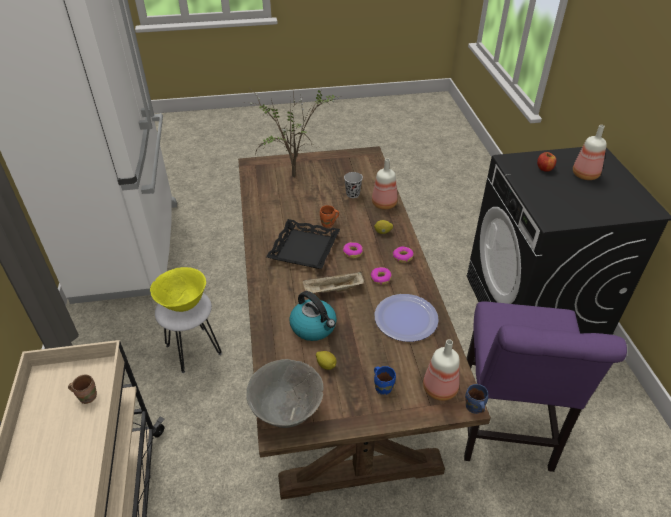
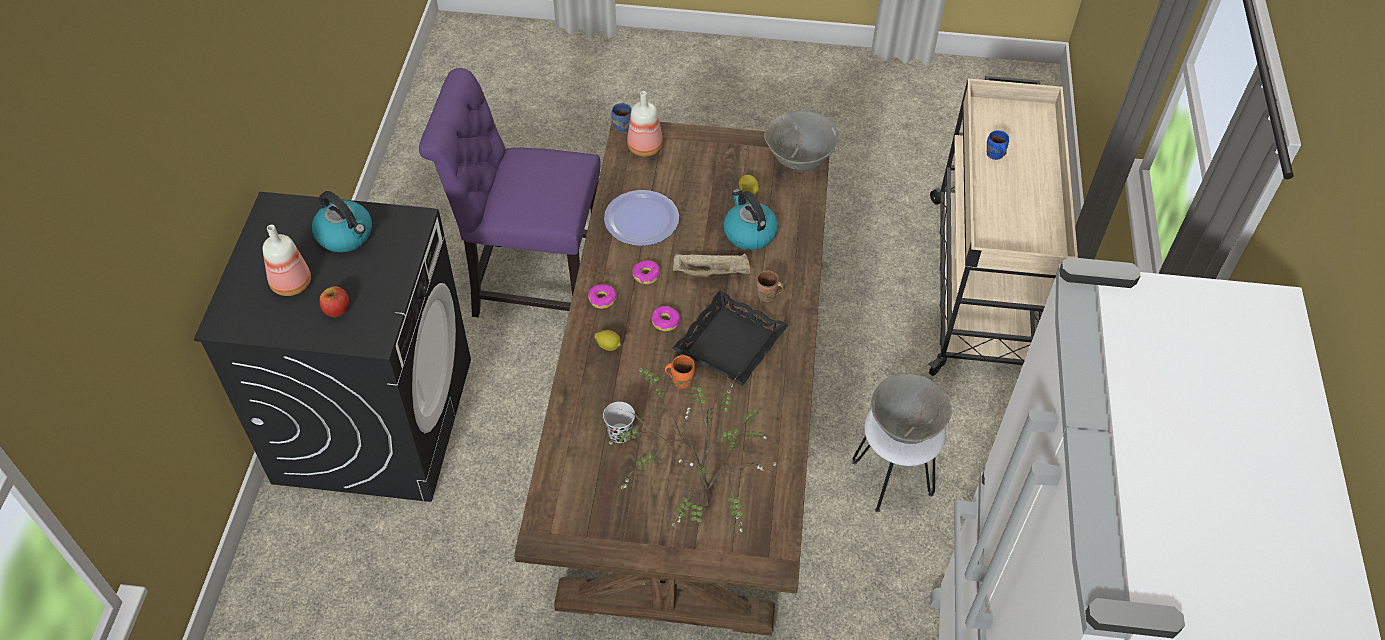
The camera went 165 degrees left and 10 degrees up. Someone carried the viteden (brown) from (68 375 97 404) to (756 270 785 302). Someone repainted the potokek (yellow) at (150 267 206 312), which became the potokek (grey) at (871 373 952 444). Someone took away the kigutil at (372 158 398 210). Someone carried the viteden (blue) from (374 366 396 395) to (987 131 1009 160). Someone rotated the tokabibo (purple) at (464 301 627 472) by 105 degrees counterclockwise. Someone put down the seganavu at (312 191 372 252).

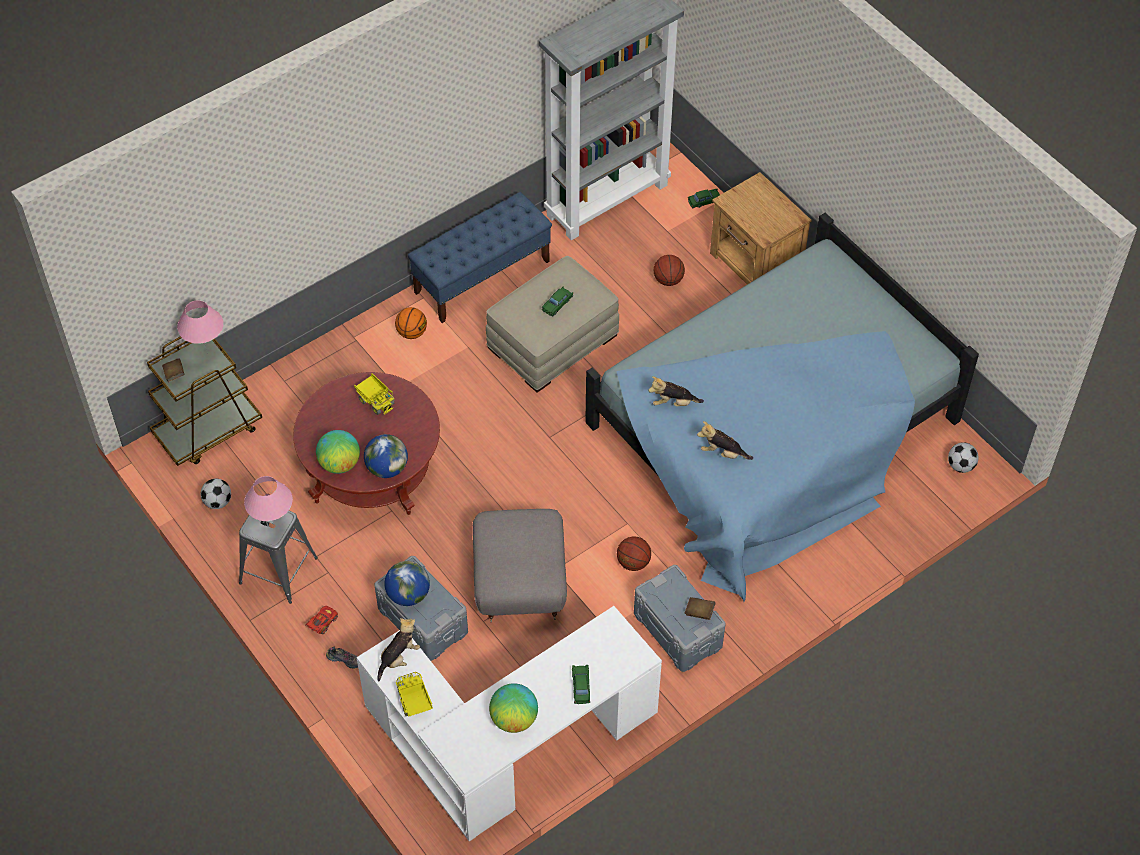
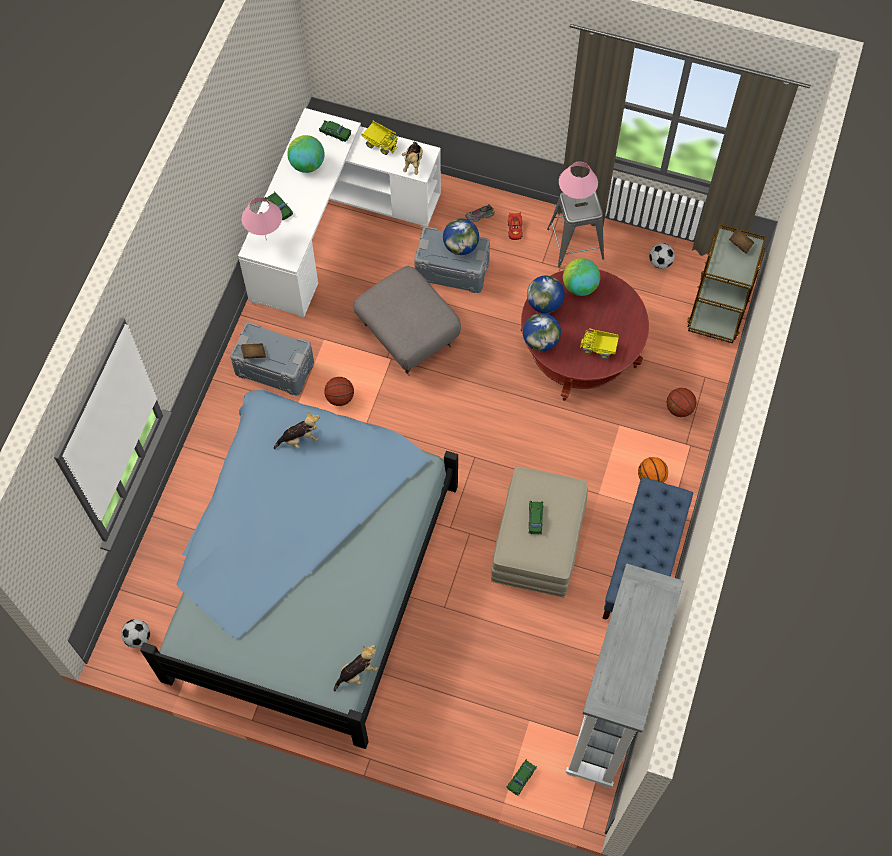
The camera went 145 degrees right and 10 degrees up. Someone carried the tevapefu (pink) from (177 300 224 354) to (242 197 282 241). Someone carried the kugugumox from (648 376 704 406) to (334 645 378 692). Someone carried the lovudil from (654 255 685 286) to (667 388 697 417). Someone took away the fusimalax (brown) at (710 172 812 284). Someone put down the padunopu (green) at (319 120 351 142). Someone put down the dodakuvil at (523 313 561 351).

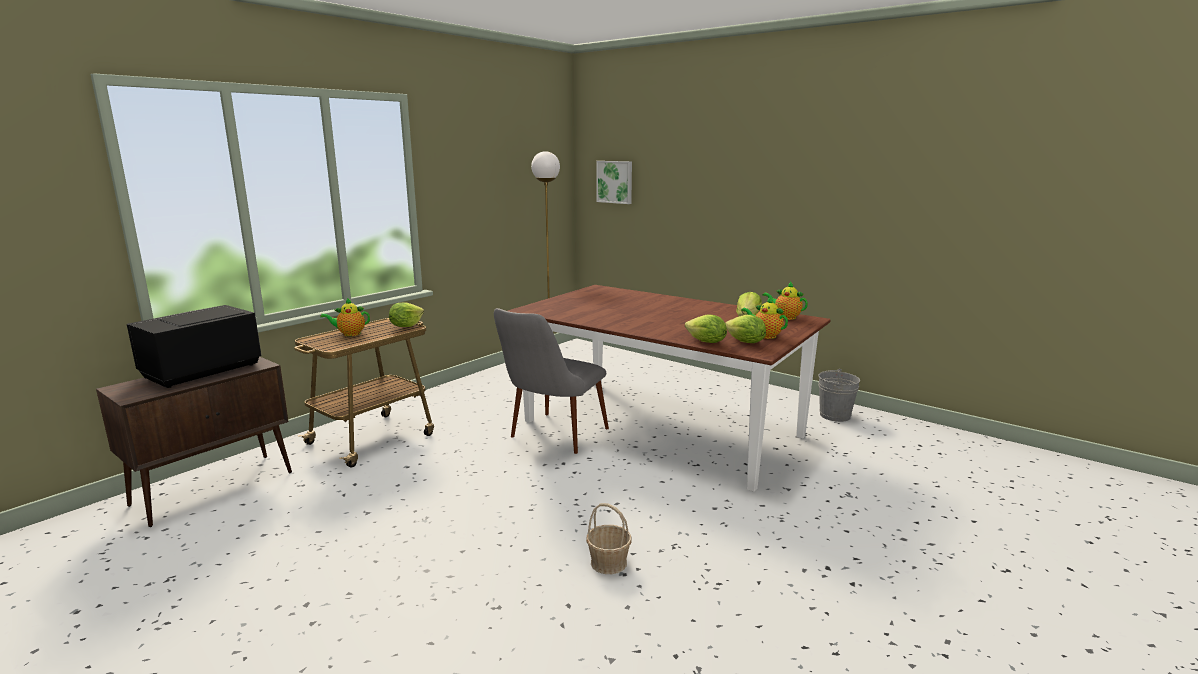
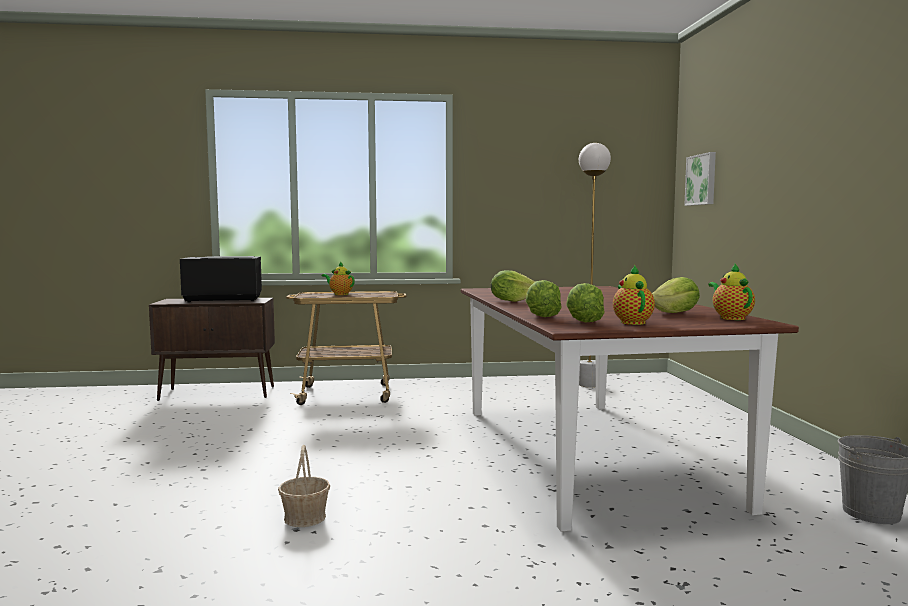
The camera went 45 degrees right and 10 degrees down. Someone carried the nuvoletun from (389 302 424 327) to (491 270 535 302). Someone took away the tokabibo (grey) at (494 308 609 454).

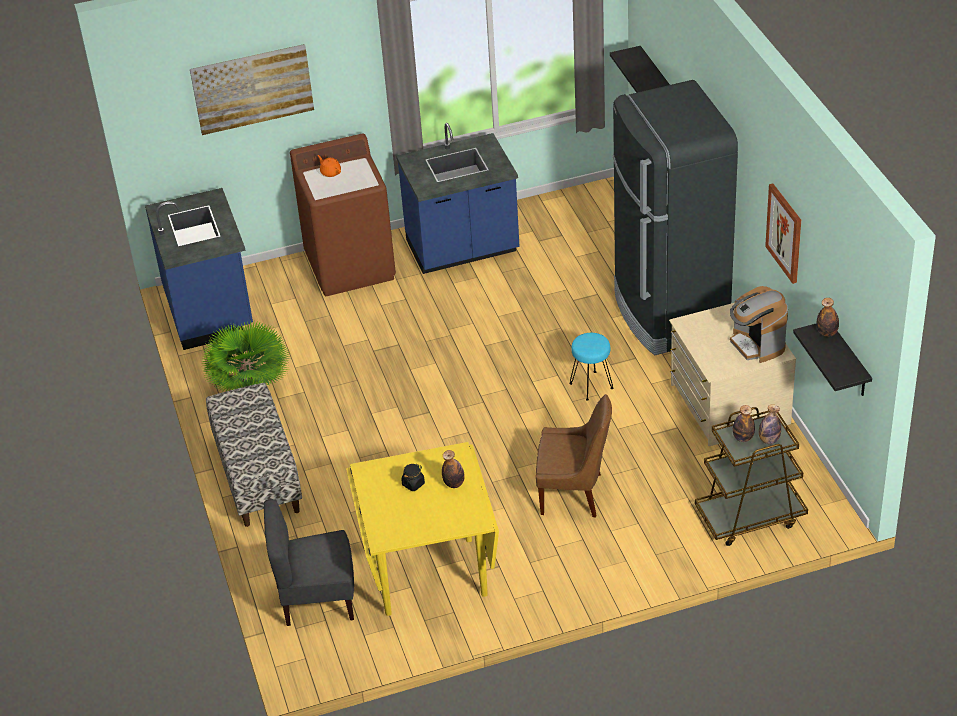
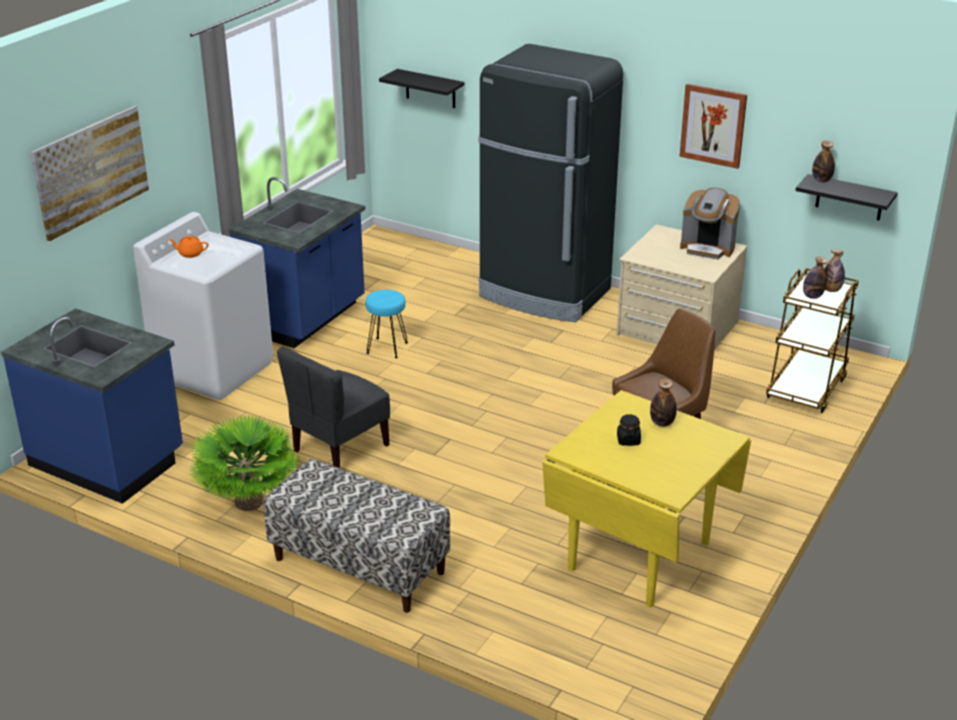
The camera went 45 degrees left and 10 degrees down. Someone carried the tokabibo (grey) from (264 499 354 626) to (277 347 390 468). Someone repainted the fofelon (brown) at (290 134 396 296), which became the fofelon (white) at (133 212 273 400). Someone carried the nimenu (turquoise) from (569 333 613 400) to (365 290 408 358).

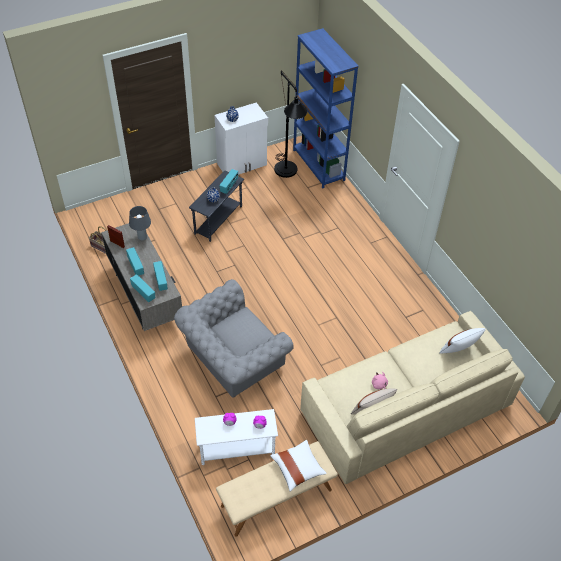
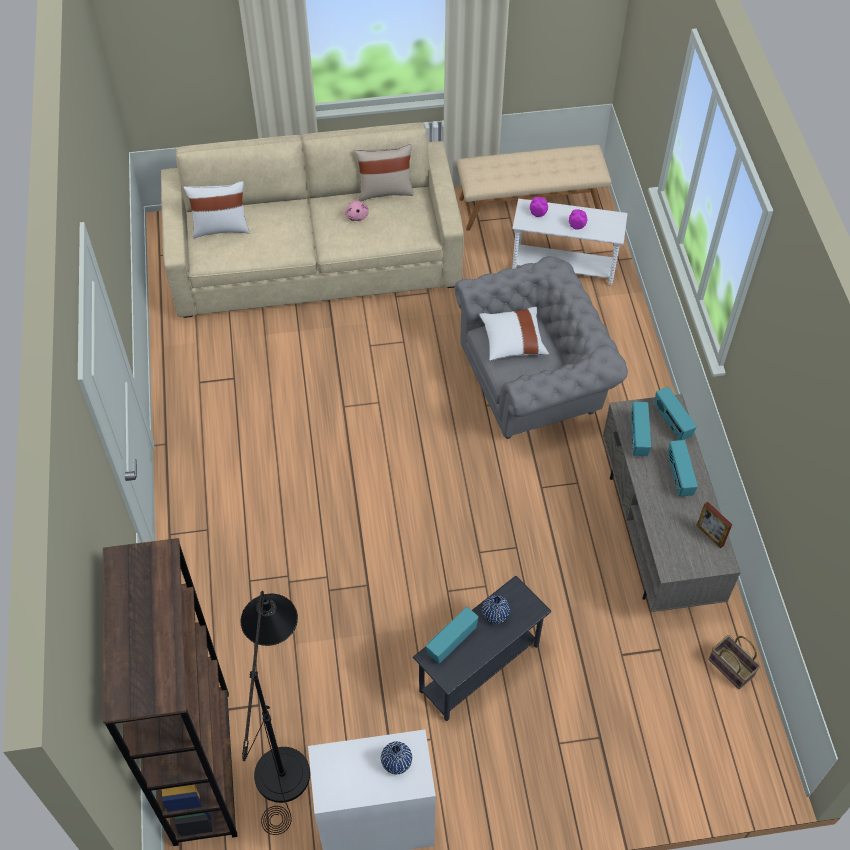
The camera went 160 degrees left and 5 degrees up. Someone took away the tevapefu (grey) at (129 206 151 240). Someone carried the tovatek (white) from (270 440 327 492) to (479 307 549 361). Someone repainted the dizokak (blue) at (293 28 359 188), which became the dizokak (brown) at (103 538 238 846).

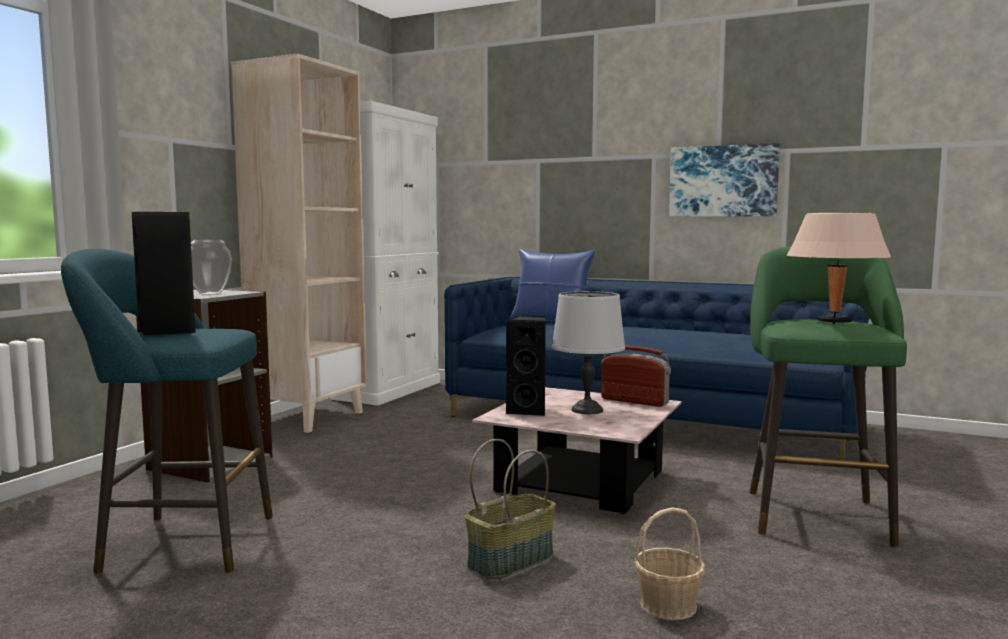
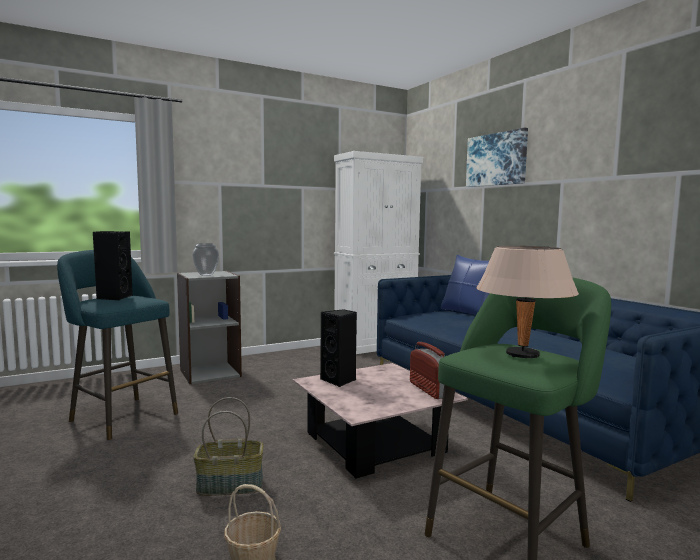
The camera went 35 degrees right and 0 degrees up. Someone took away the dizokak (beige) at (231 53 367 433). Someone took away the tevapefu (grey) at (552 291 625 414). Someone carried the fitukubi from (669 143 780 217) to (466 128 528 187).

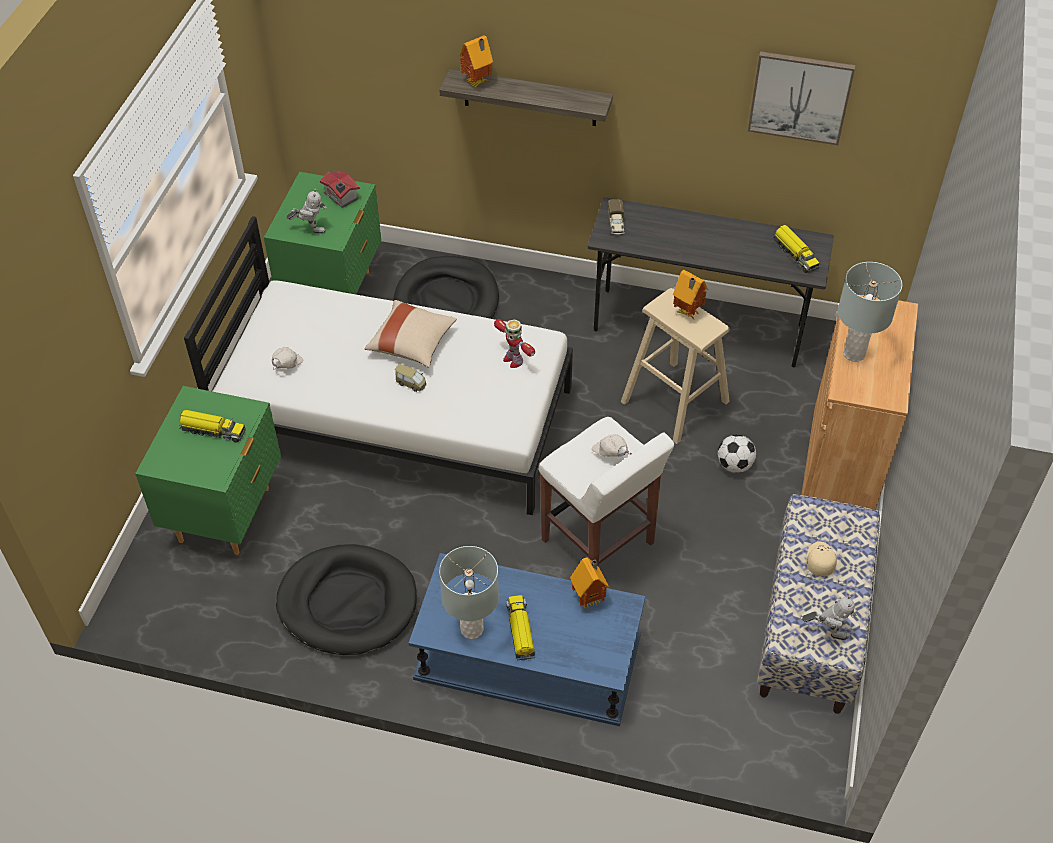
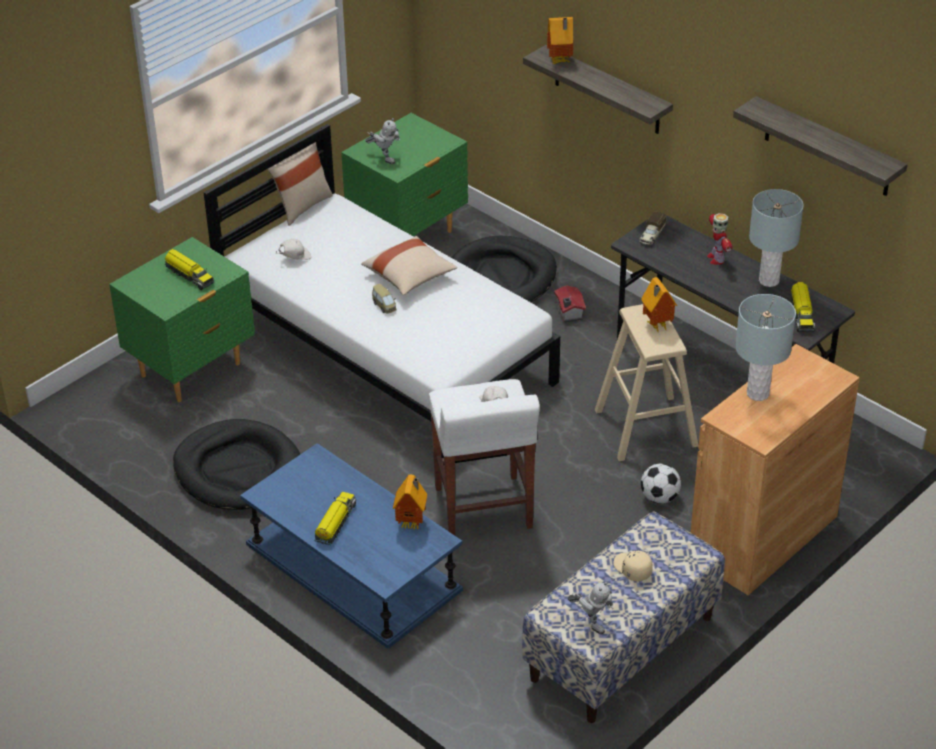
The camera went 30 degrees right and 10 degrees down. Someone carried the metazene from (320 170 360 208) to (554 285 586 322). Someone carried the tevapefu (grey) from (439 546 499 639) to (749 189 804 287). Someone carried the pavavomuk from (494 319 535 368) to (707 213 732 265). Someone swapped the fitukubi at (748 51 856 145) for the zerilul at (733 96 907 196). Someone rotated the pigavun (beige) at (806 541 837 576) by 75 degrees counterclockwise. Someone put down the tovatek (beige) at (267 142 333 226).

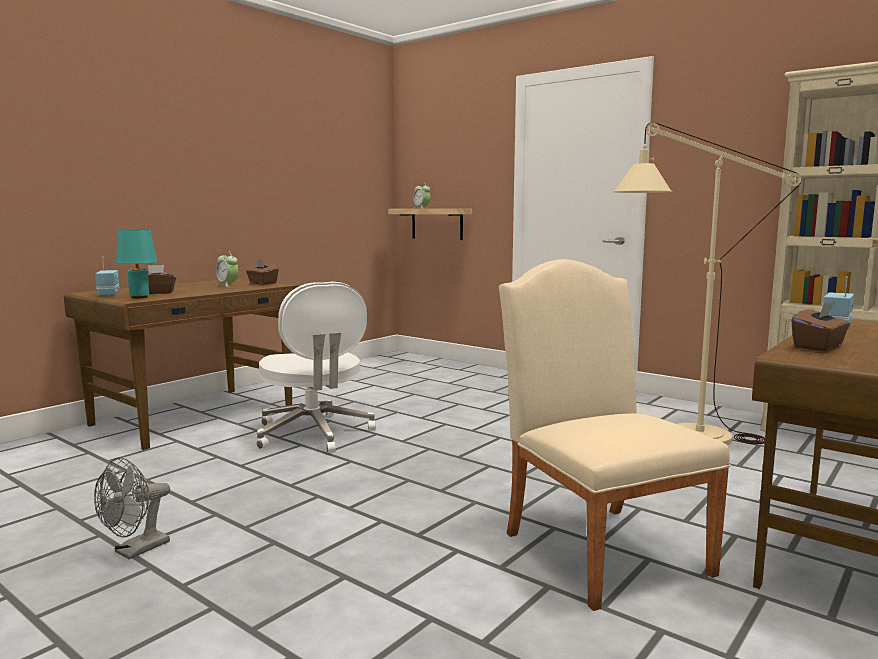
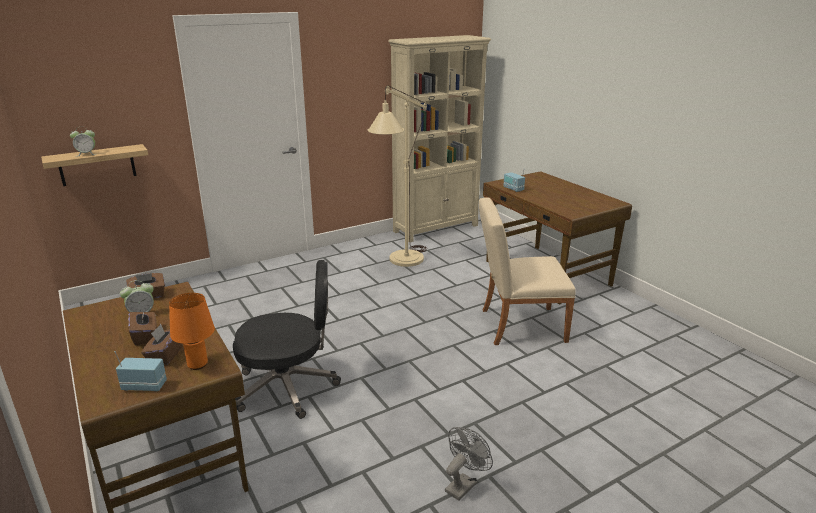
The camera went 70 degrees left and 15 degrees up. Someone rotated the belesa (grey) at (94 457 170 559) by 105 degrees counterclockwise. Someone repainted the tevapefu (turquoise) at (116 230 157 299), which became the tevapefu (orange) at (169 293 215 370). Someone repainted the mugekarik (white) at (256 282 376 453), which became the mugekarik (black) at (233 260 341 419). Someone carried the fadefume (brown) from (792 301 850 352) to (128 307 157 346).

